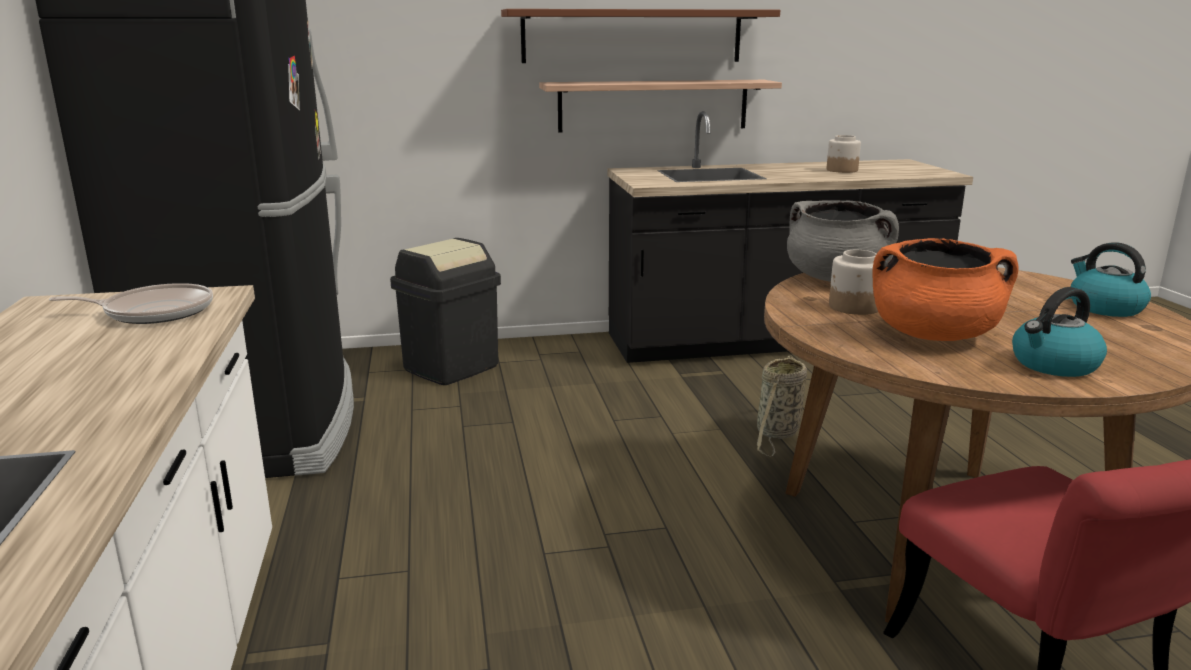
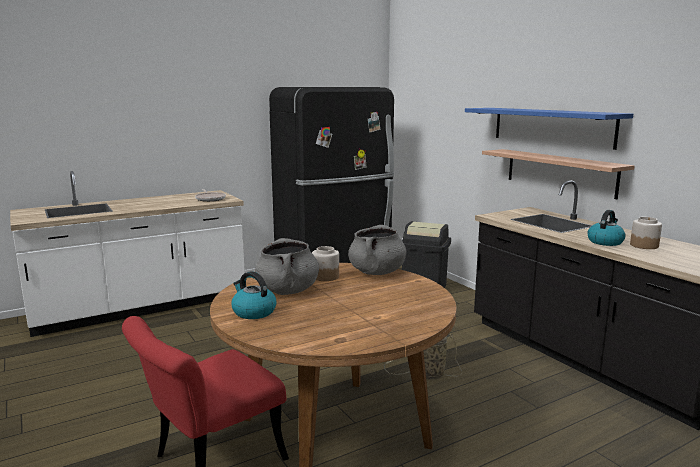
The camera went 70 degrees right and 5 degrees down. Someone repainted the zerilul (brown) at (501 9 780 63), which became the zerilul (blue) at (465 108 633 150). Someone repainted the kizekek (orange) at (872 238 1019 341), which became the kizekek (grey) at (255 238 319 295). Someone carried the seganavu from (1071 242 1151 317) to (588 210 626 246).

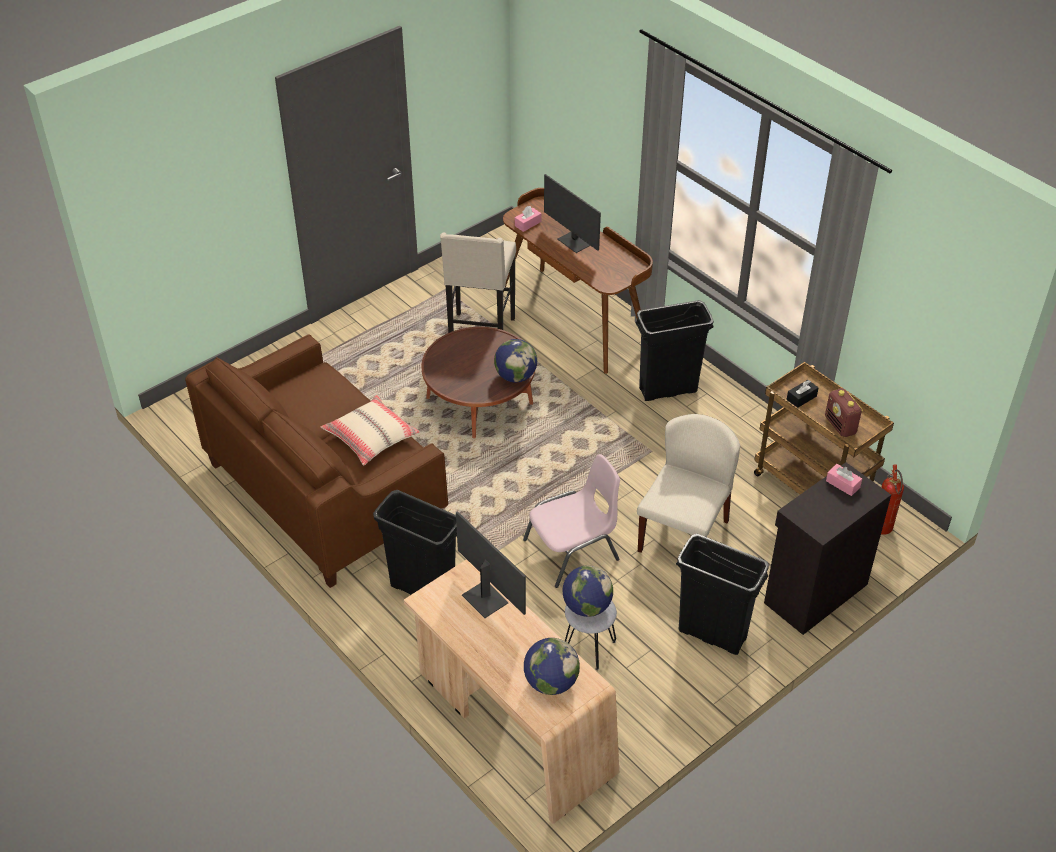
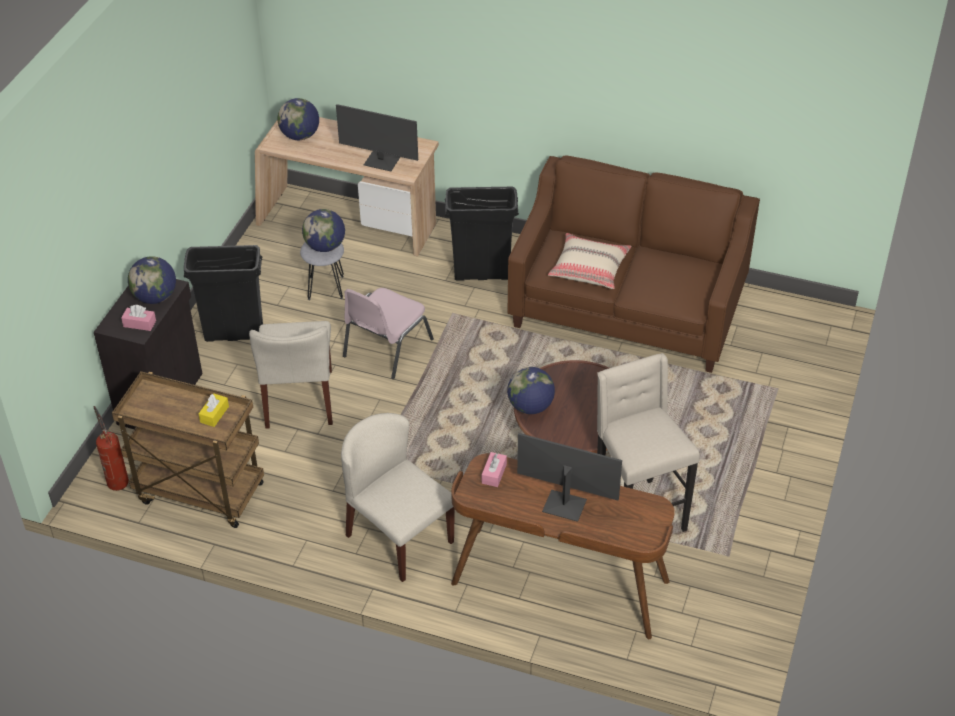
The camera went 150 degrees right and 0 degrees up. Someone carried the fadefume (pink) from (515 206 541 232) to (482 452 507 487). Someone swapped the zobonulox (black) at (635 300 714 401) for the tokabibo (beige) at (341 413 455 582). Someone repainted the fadefume (black) at (787 380 818 407), which became the fadefume (yellow) at (199 393 229 427). Someone took away the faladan at (825 388 863 437). Someone put down the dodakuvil at (128 256 176 304).

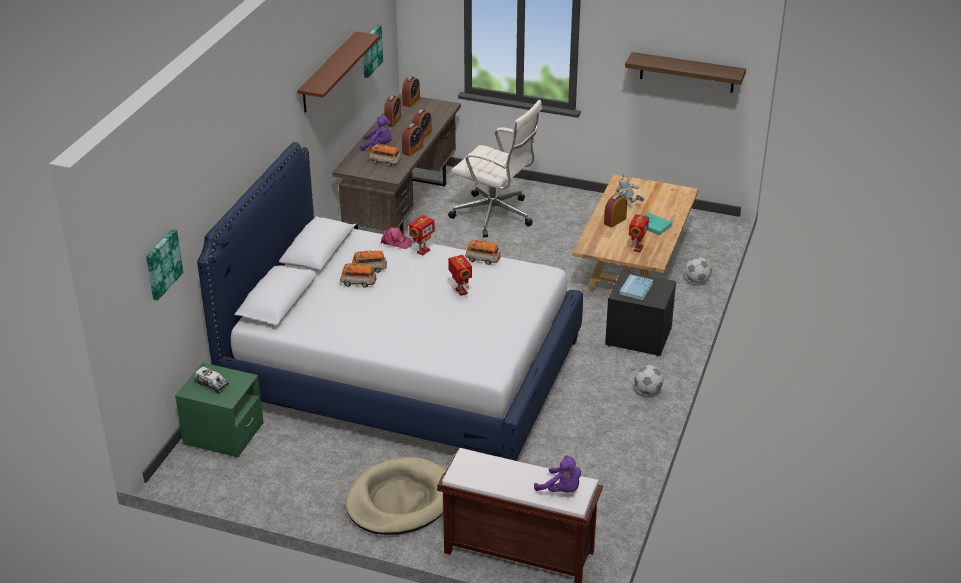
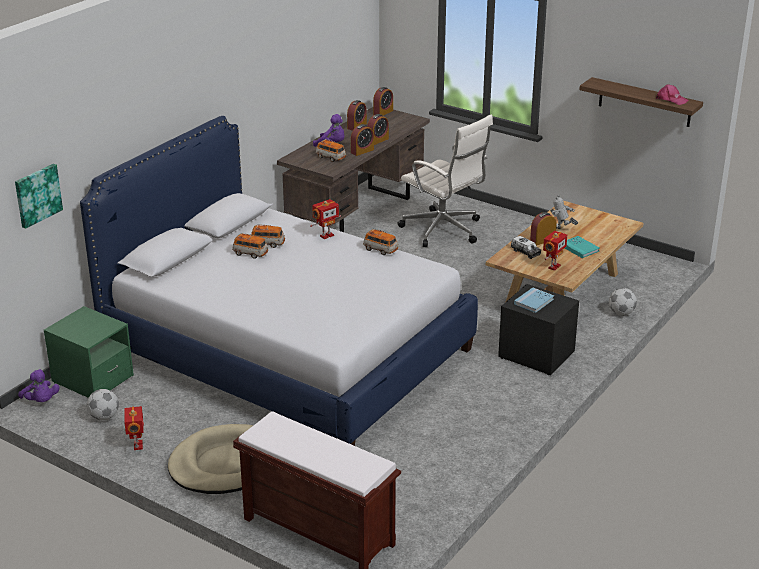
The camera went 15 degrees right and 5 degrees down. Someone carried the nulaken from (194 366 229 394) to (511 236 541 259). Someone took away the zerilul (brown) at (297 31 380 113). Someone took away the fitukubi at (363 25 383 78). Someone carried the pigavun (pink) from (381 227 414 249) to (656 84 688 105). Someone carried the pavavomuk from (448 255 472 296) to (124 406 144 450). Someone carried the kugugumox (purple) from (534 456 581 492) to (18 369 60 402). Someone carried the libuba from (634 365 664 395) to (87 389 119 420).

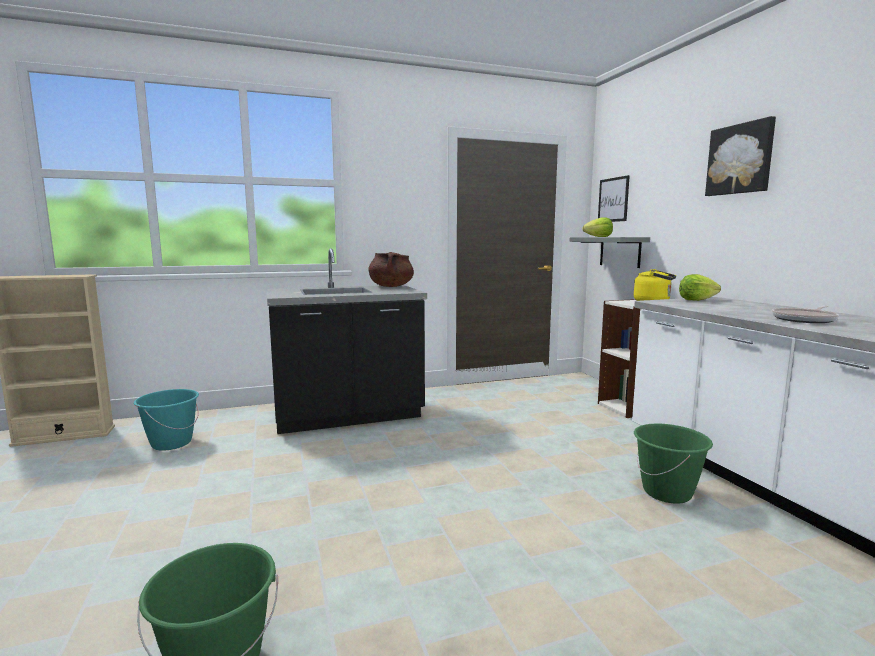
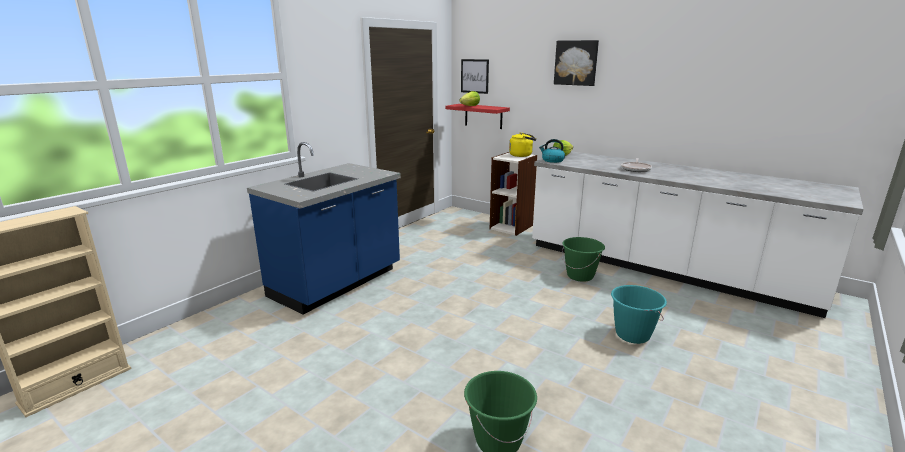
The camera went 35 degrees left and 10 degrees up. Someone carried the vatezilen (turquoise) from (134 389 199 451) to (611 285 667 344). Someone repainted the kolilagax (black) at (267 248 427 434), which became the kolilagax (blue) at (247 142 401 315). Someone took away the kizekek (brown) at (368 252 414 287). Someone repainted the zerilul (grey) at (569 237 650 268), which became the zerilul (red) at (445 104 510 129). Someone put down the seganavu at (539 139 565 163).

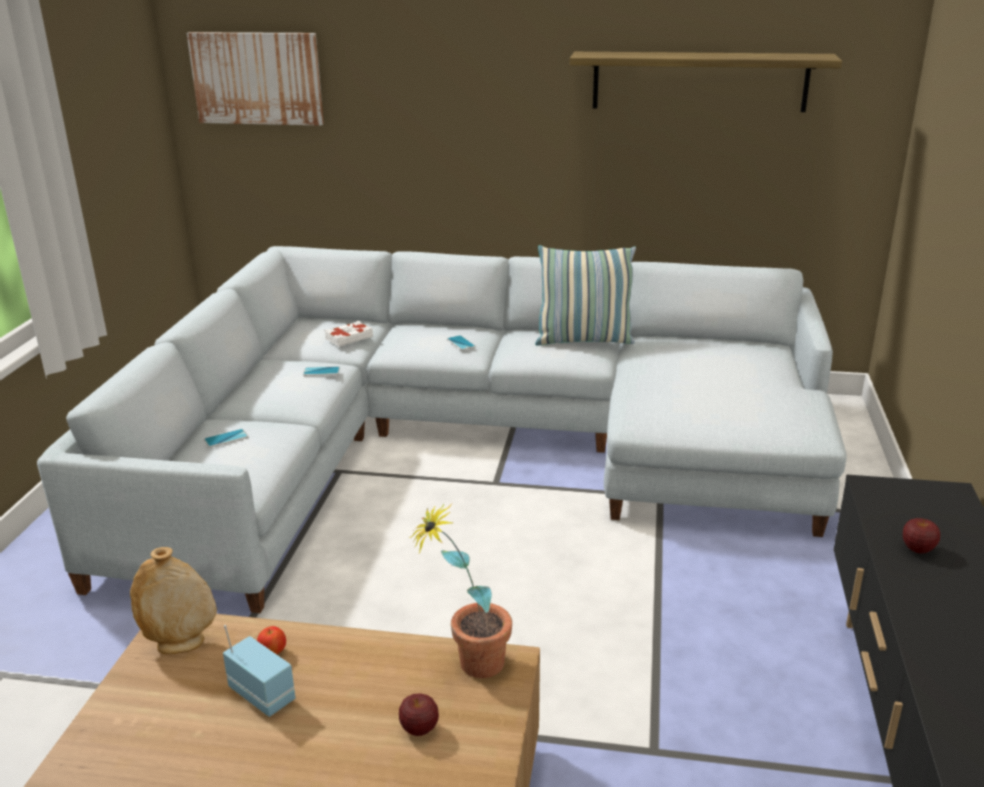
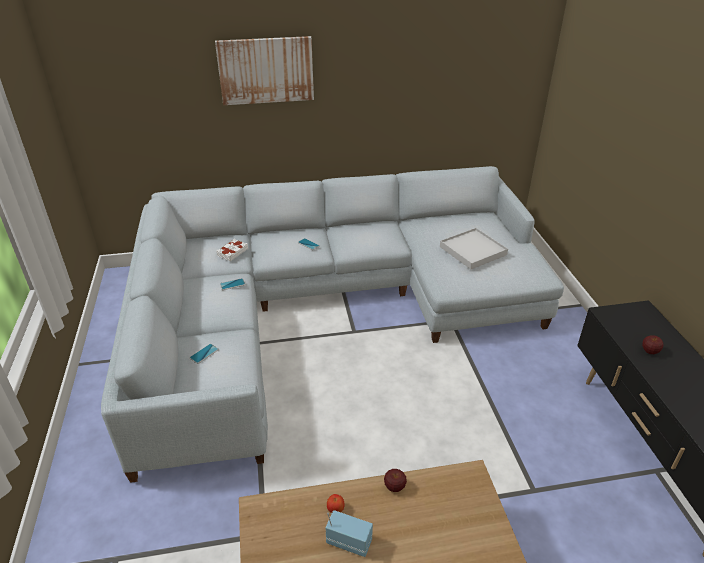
The camera went 20 degrees left and 10 degrees up. Someone took away the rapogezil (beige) at (130 547 217 654). Someone carried the fitukubi from (187 32 324 126) to (215 36 314 105). Someone carried the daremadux from (399 693 439 736) to (384 469 407 492). Someone took away the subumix at (410 504 512 678). Someone took away the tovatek at (535 245 636 345). Someone took away the zerilul at (570 52 842 112). Someone put down the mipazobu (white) at (440 228 508 269).

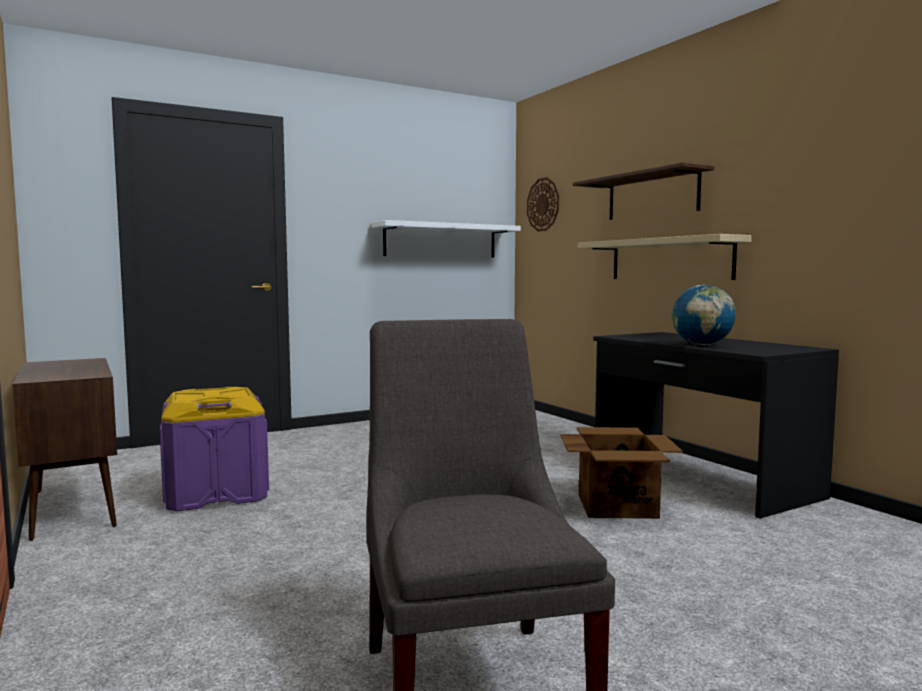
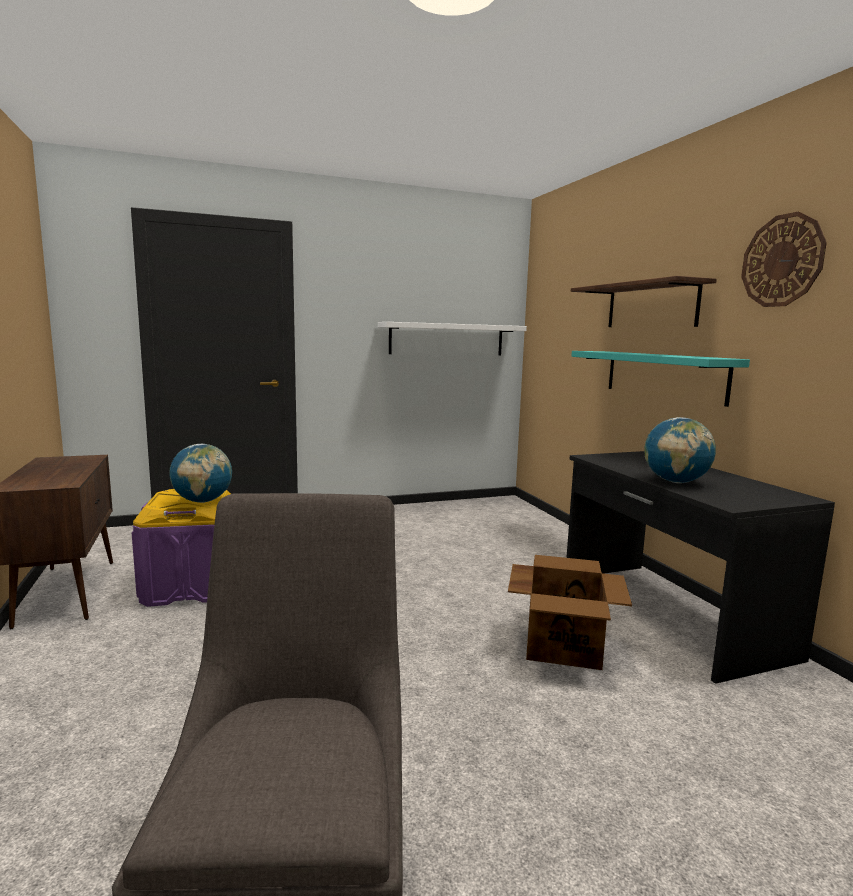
The camera went 10 degrees right and 5 degrees up. Someone carried the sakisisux from (527 177 559 232) to (741 212 827 307). Someone repainted the zerilul (beige) at (578 234 752 280), which became the zerilul (turquoise) at (571 351 750 407). Someone put down the dodakuvil at (169 444 232 503).

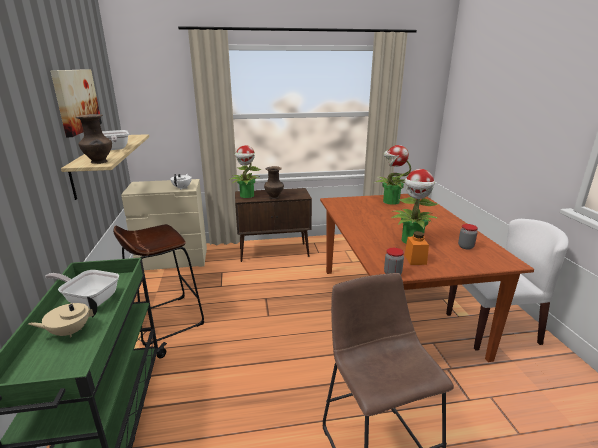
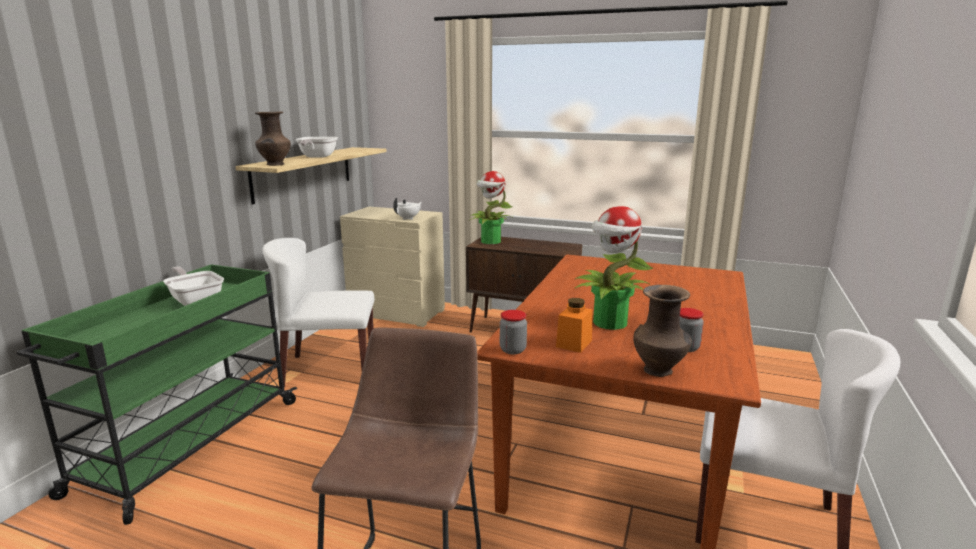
The camera went 30 degrees right and 5 degrees down. Someone took away the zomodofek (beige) at (28 296 97 338). Someone took away the fitukubi at (50 69 102 137). Someone swapped the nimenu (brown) at (113 224 205 347) for the tokabibo (white) at (263 238 375 387). Someone carried the rapogezil (brown) from (264 166 284 199) to (633 285 692 377). Someone took away the subumix at (374 145 411 205).

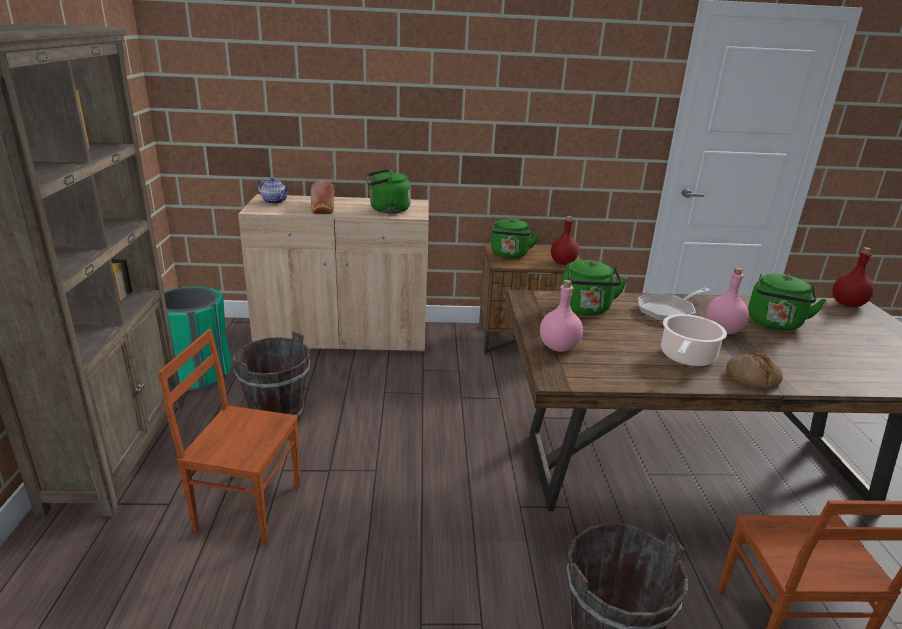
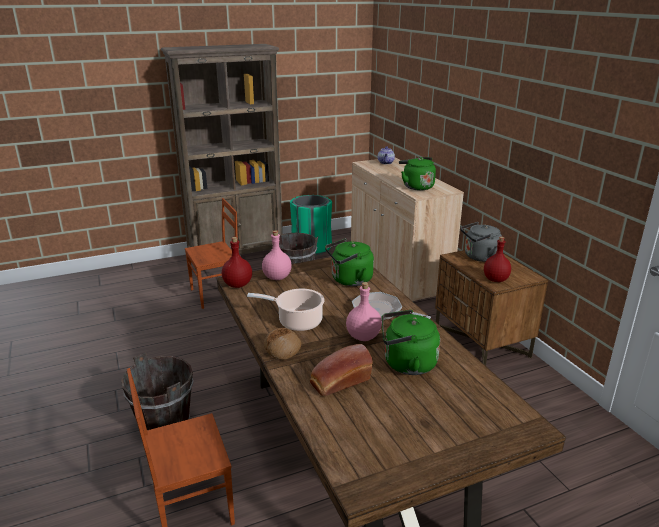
The camera went 70 degrees right and 0 degrees up. Someone rotated the tokabibo (brown) at (158 329 300 544) by 75 degrees clockwise. Someone carried the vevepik from (311 180 334 214) to (310 344 373 396). Someone repainted the seganavu (green) at (491 218 540 258), which became the seganavu (grey) at (460 222 502 262). Someone carried the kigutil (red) from (832 247 874 307) to (222 237 252 288).

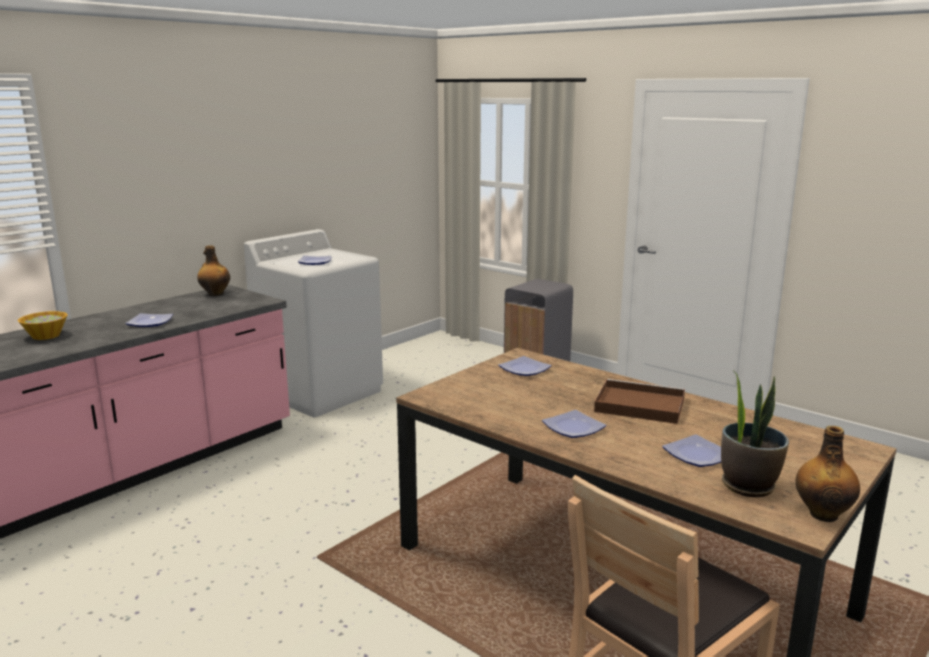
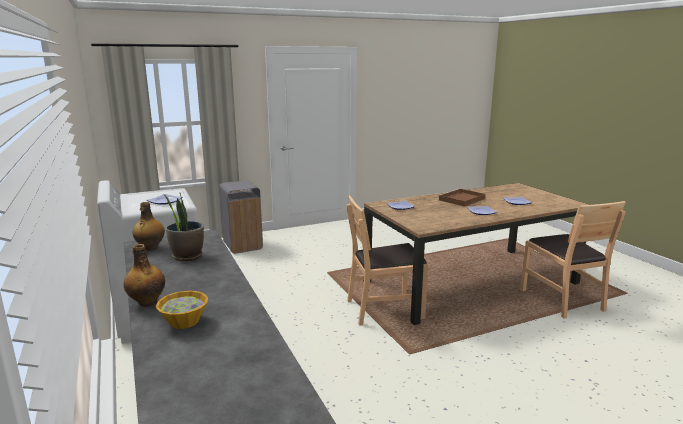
The camera went 65 degrees left and 0 degrees up. Someone took away the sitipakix at (125 313 173 327). Someone carried the subumix from (721 370 789 497) to (163 193 204 261). Someone carried the kigutil from (795 426 860 522) to (124 244 165 307). Someone put down the tokabibo (brown) at (346 195 428 326).

